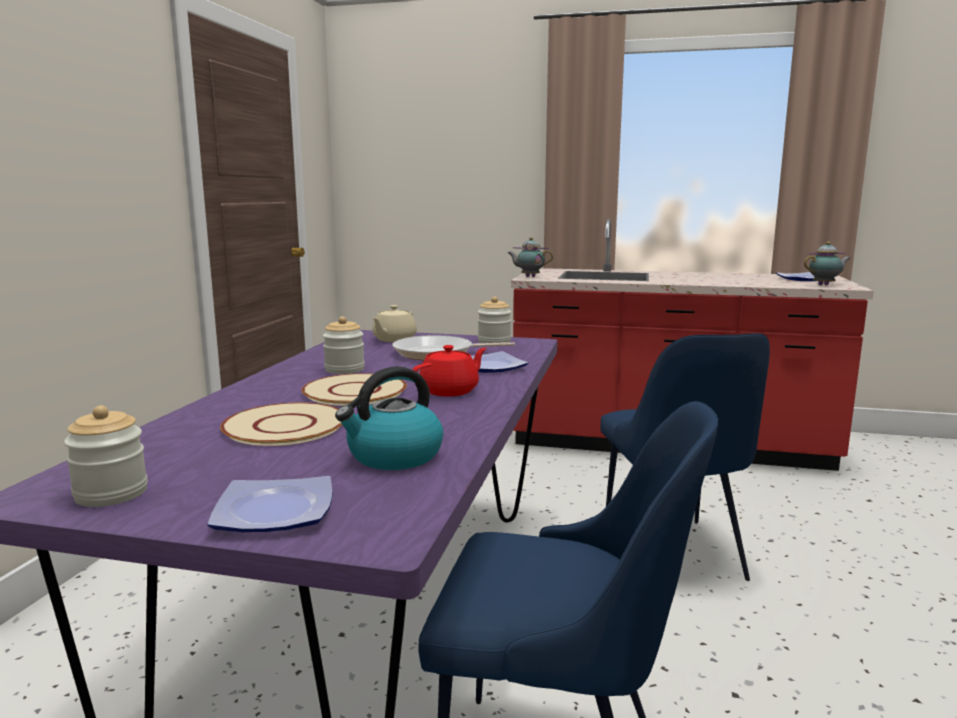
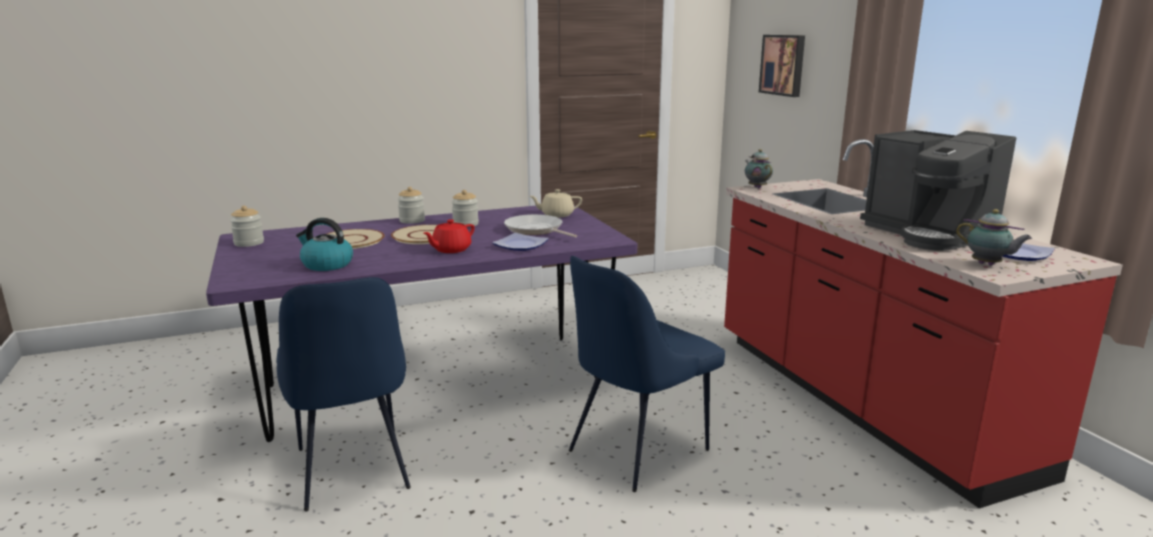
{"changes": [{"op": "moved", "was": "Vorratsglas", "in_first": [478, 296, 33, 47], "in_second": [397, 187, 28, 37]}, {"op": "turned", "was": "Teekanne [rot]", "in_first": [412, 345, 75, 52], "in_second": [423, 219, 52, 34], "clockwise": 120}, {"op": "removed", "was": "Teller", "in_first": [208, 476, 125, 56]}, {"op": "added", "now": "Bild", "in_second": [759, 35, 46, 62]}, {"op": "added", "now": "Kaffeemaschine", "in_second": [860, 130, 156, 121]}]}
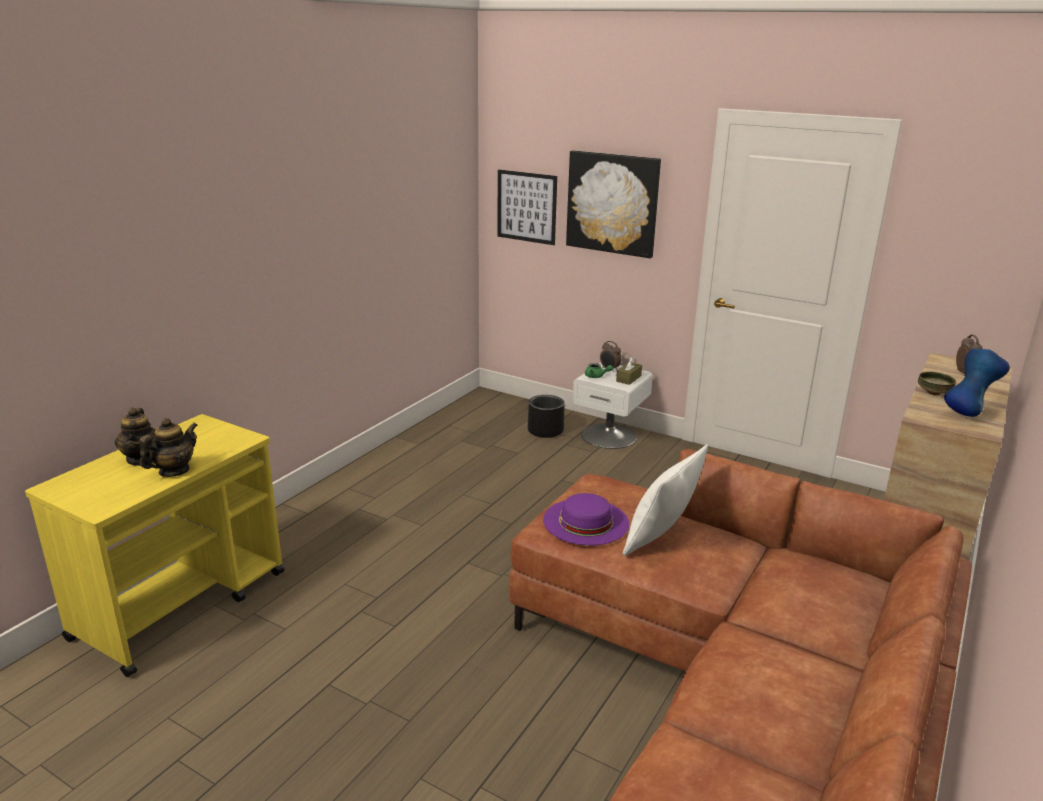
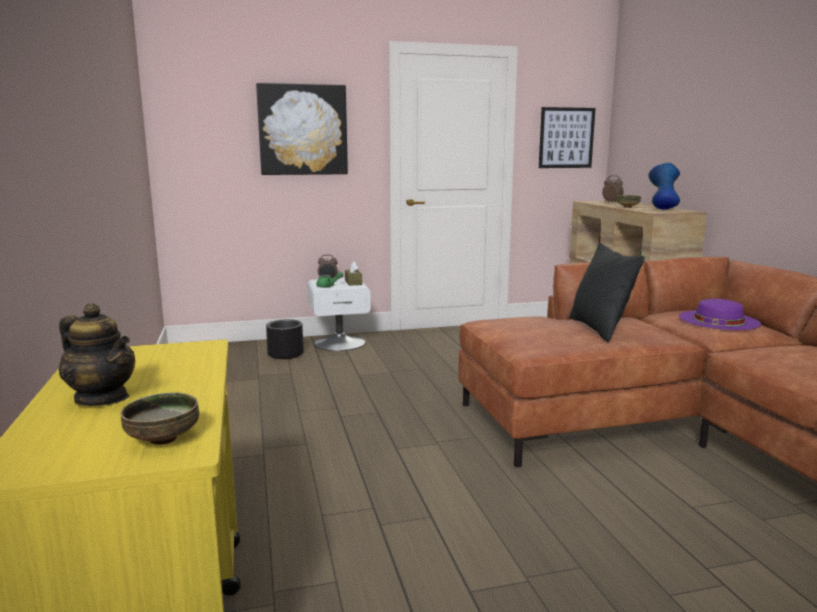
{"changes": [{"op": "moved", "was": "Bild", "in_first": [497, 170, 60, 75], "in_second": [539, 107, 56, 61]}, {"op": "removed", "was": "Teekanne", "in_first": [139, 418, 58, 59]}, {"op": "recoloured", "was": "Kissen [weiß]", "now": "Kissen [schwarz]", "in_first": [623, 444, 85, 112], "in_second": [569, 243, 76, 99]}, {"op": "moved", "was": "Hut [lila]", "in_first": [543, 493, 86, 53], "in_second": [679, 299, 82, 31]}, {"op": "added", "now": "Schüssel", "in_second": [120, 392, 79, 53]}]}
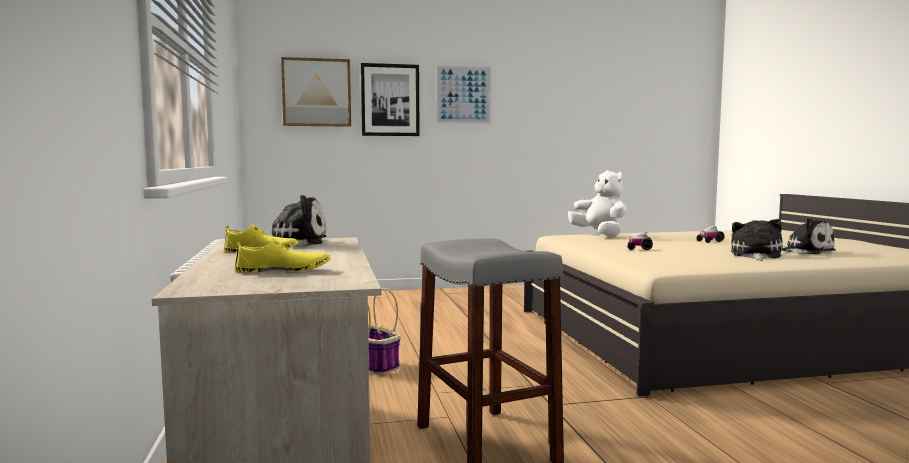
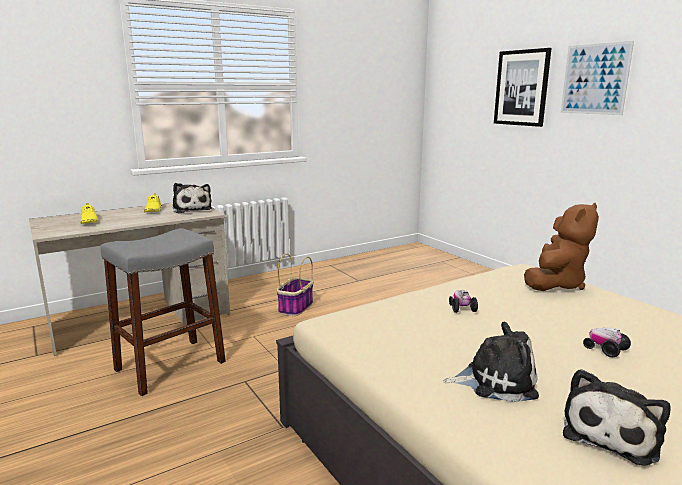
{"changes": [{"op": "removed", "was": "Bild", "in_first": [281, 57, 70, 70]}, {"op": "recoloured", "was": "Plüschtier [weiß]", "now": "Plüschtier [braun]", "in_first": [568, 170, 59, 67], "in_second": [524, 203, 75, 88]}]}
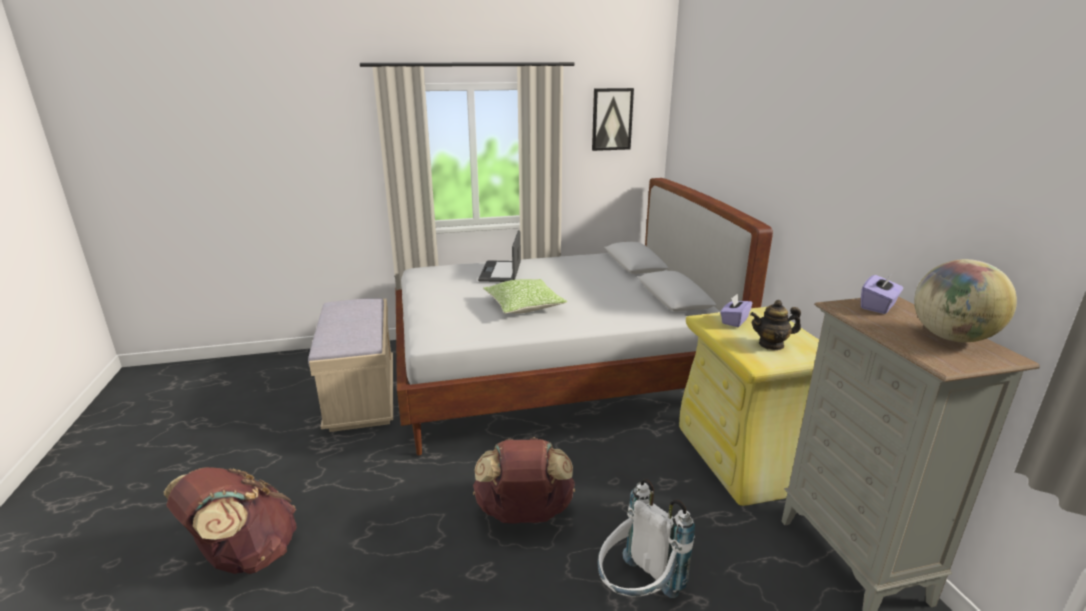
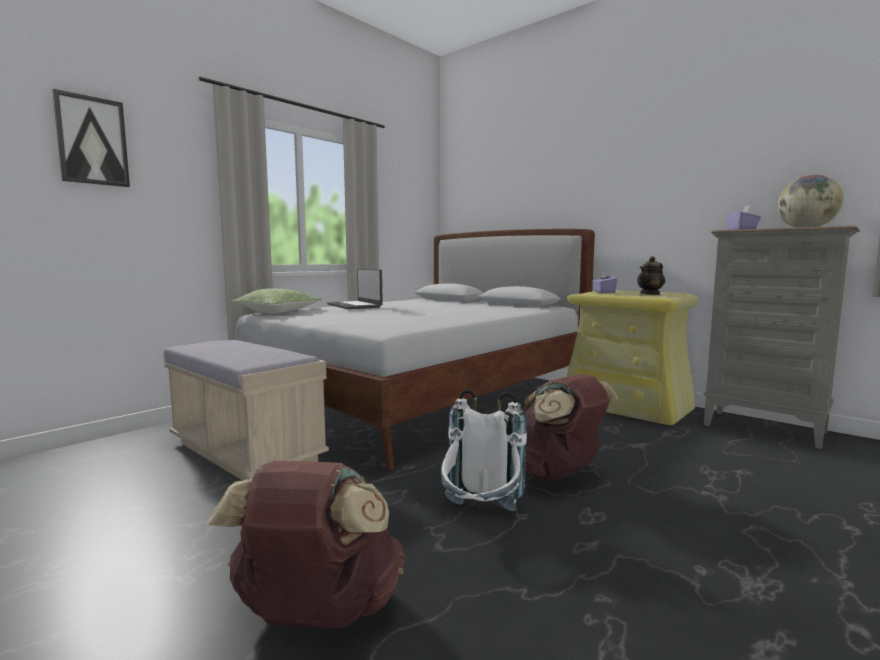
{"changes": [{"op": "moved", "was": "Bild", "in_first": [592, 88, 42, 63], "in_second": [52, 89, 78, 98]}, {"op": "moved", "was": "Kissen", "in_first": [483, 279, 84, 35], "in_second": [230, 288, 92, 25]}, {"op": "moved", "was": "Rucksack [weiß]", "in_first": [598, 479, 97, 119], "in_second": [441, 389, 86, 122]}]}
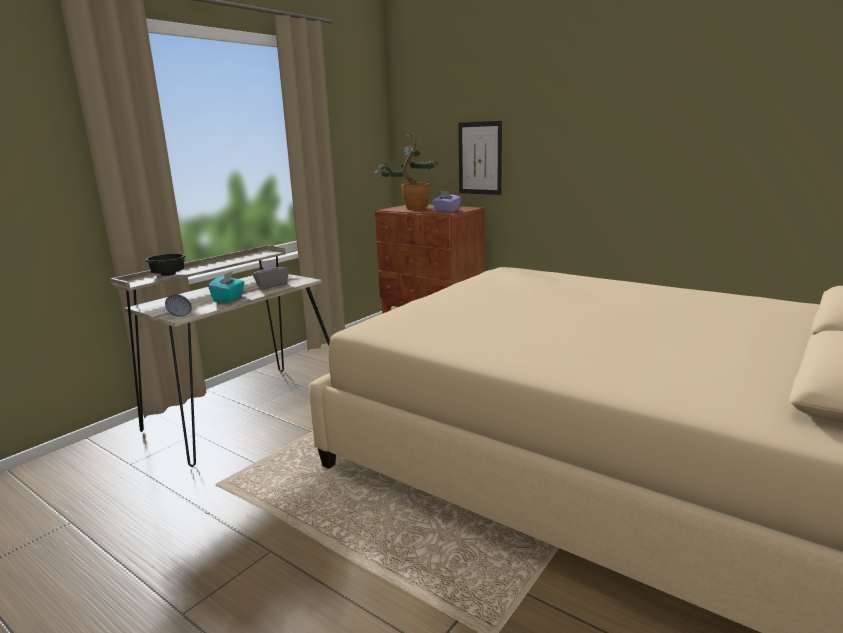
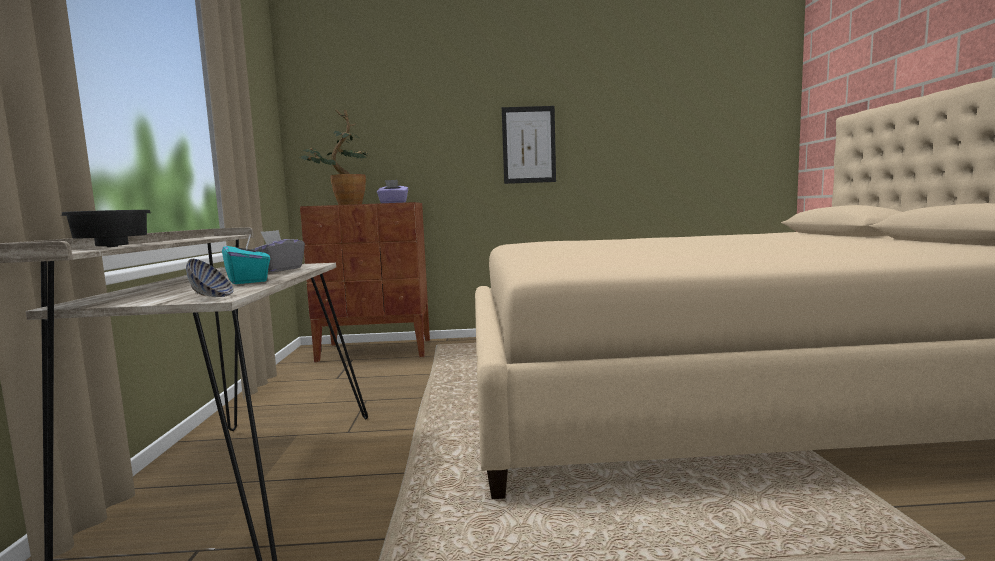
{"changes": [{"op": "moved", "was": "Bild", "in_first": [458, 121, 44, 74], "in_second": [502, 106, 54, 78]}]}
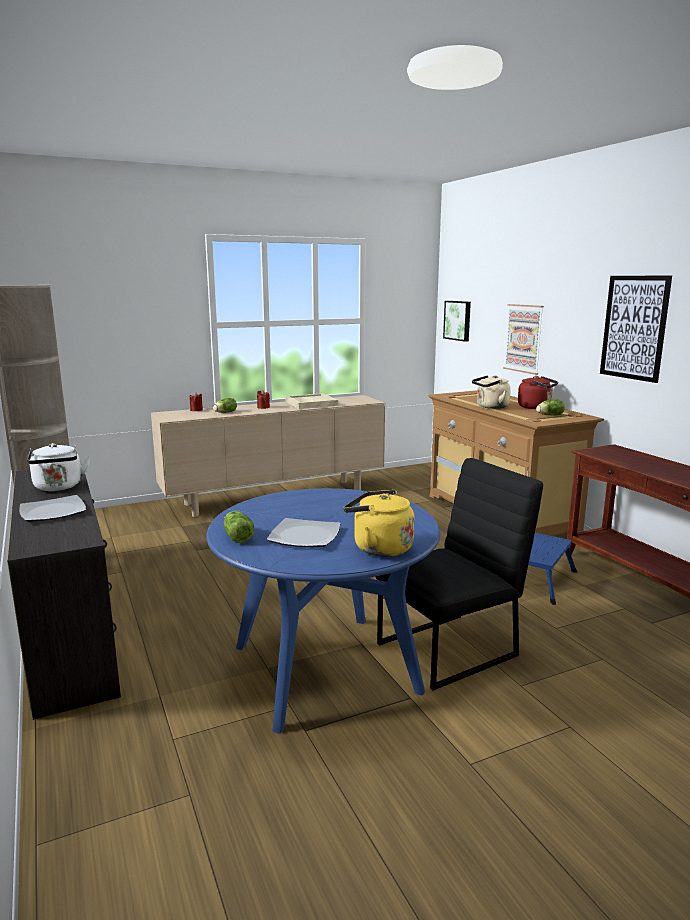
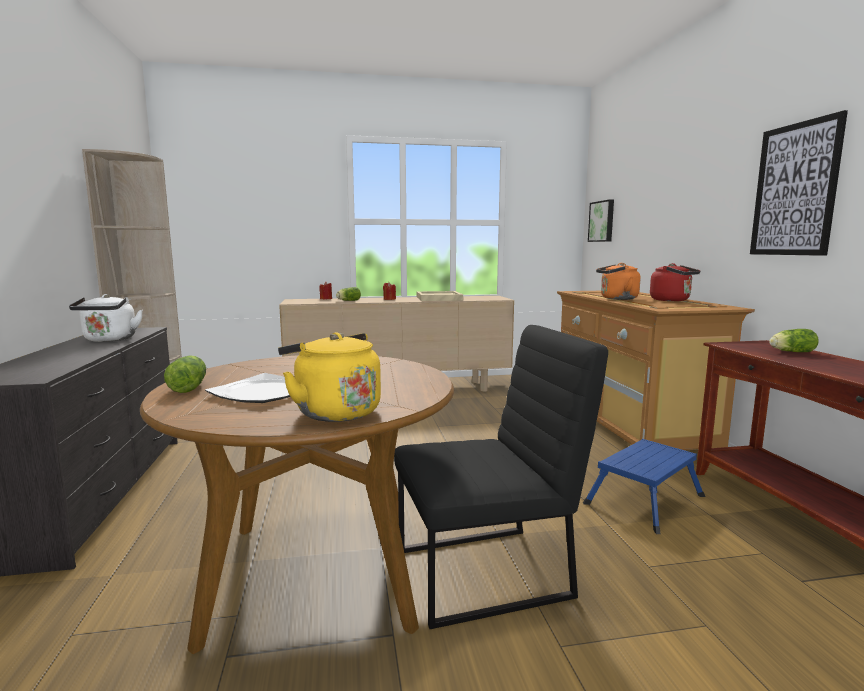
{"changes": [{"op": "removed", "was": "Bild", "in_first": [503, 304, 41, 71]}, {"op": "recoloured", "was": "Wasserkessel [beige]", "now": "Wasserkessel [orange]", "in_first": [472, 375, 39, 34], "in_second": [596, 263, 45, 37]}, {"op": "moved", "was": "Salatkopf", "in_first": [536, 399, 29, 16], "in_second": [769, 329, 50, 23]}, {"op": "recoloured", "was": "Esstisch [blau]", "now": "Esstisch [braun]", "in_first": [206, 488, 234, 246], "in_second": [140, 355, 314, 299]}, {"op": "removed", "was": "Teller", "in_first": [19, 495, 67, 27]}]}
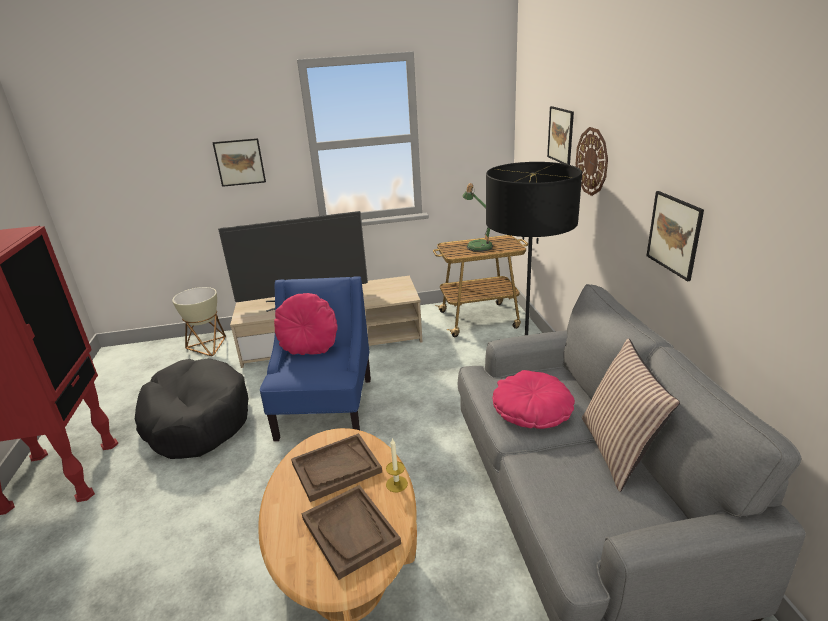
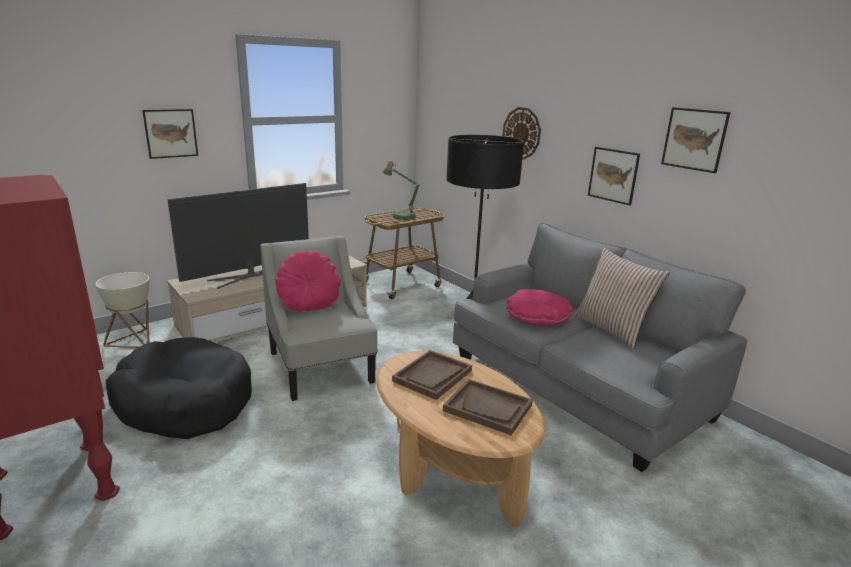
{"changes": [{"op": "moved", "was": "Bild", "in_first": [547, 106, 27, 59], "in_second": [661, 107, 70, 66]}, {"op": "recoloured", "was": "Sessel [blau]", "now": "Sessel [grau]", "in_first": [260, 276, 111, 166], "in_second": [260, 236, 118, 165]}, {"op": "removed", "was": "Kerze", "in_first": [386, 438, 22, 54]}]}
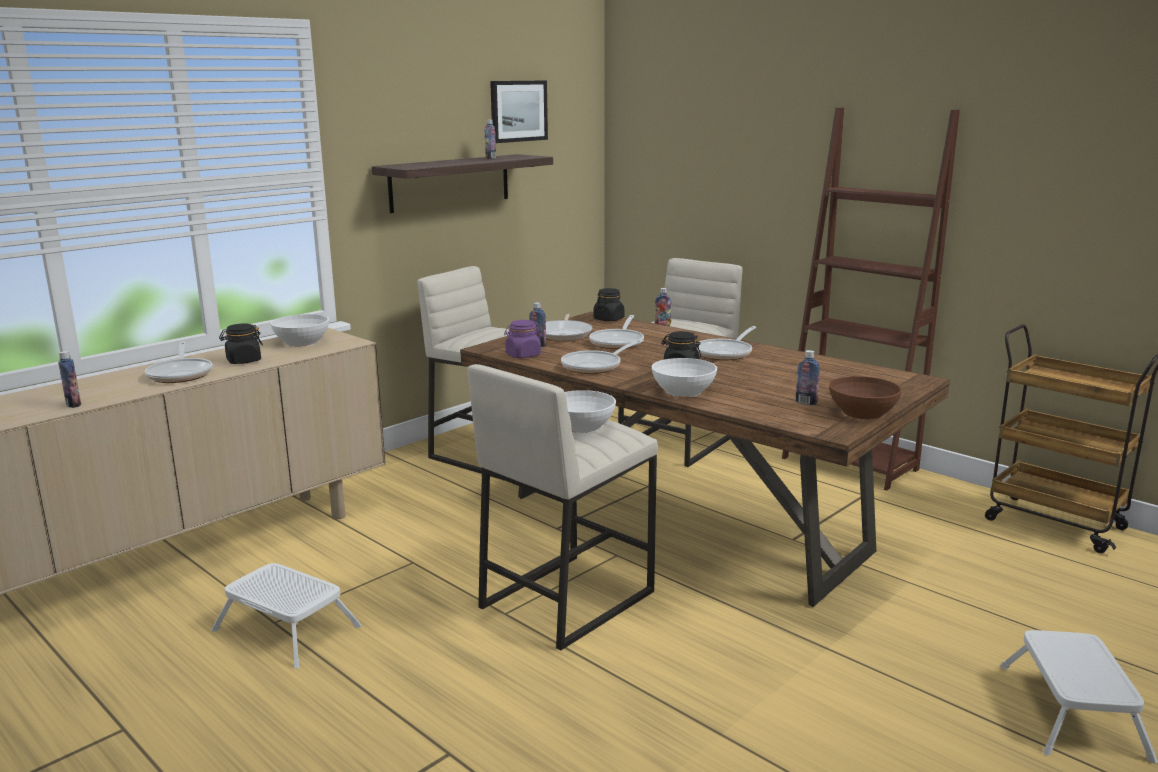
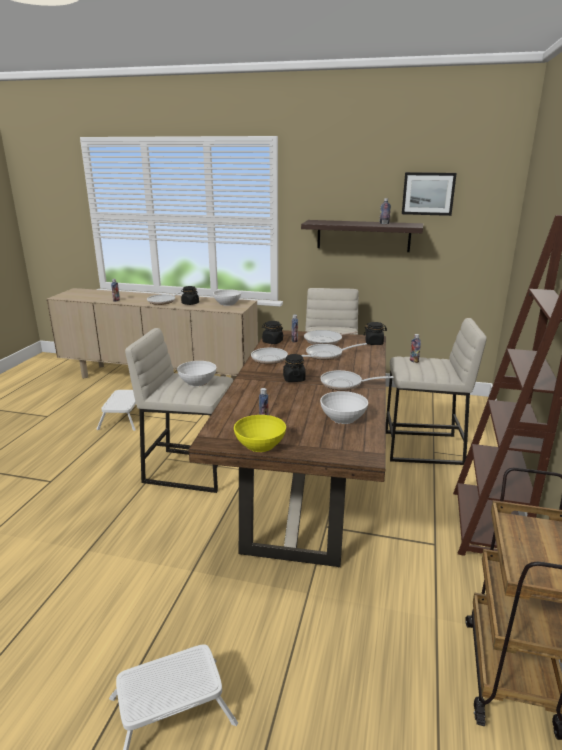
{"changes": [{"op": "recoloured", "was": "Vorratsglas [lila]", "now": "Vorratsglas [schwarz]", "in_first": [504, 320, 37, 38], "in_second": [262, 321, 21, 23]}, {"op": "moved", "was": "Schüssel [weiß]", "in_first": [652, 358, 65, 39], "in_second": [320, 391, 48, 33]}, {"op": "recoloured", "was": "Schüssel [braun]", "now": "Schüssel [gelb]", "in_first": [829, 376, 73, 43], "in_second": [234, 415, 52, 37]}]}
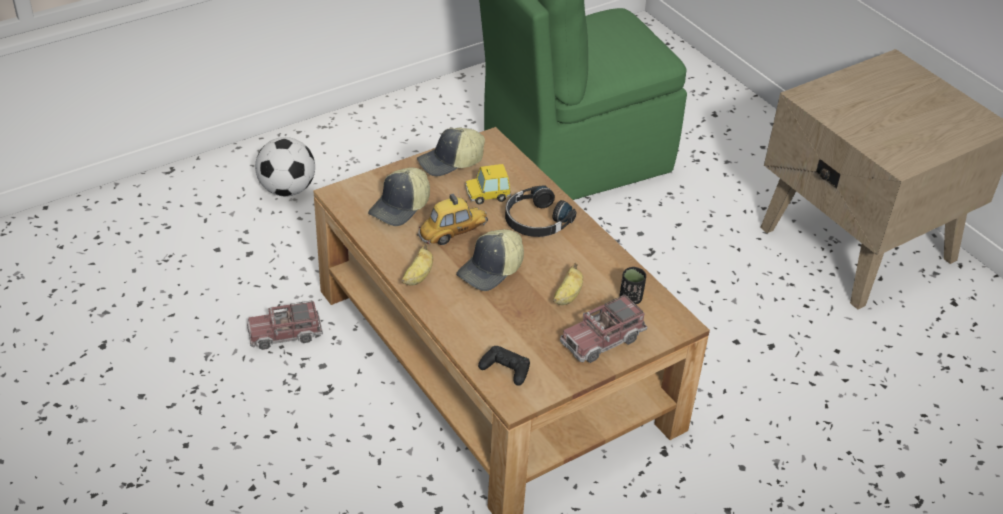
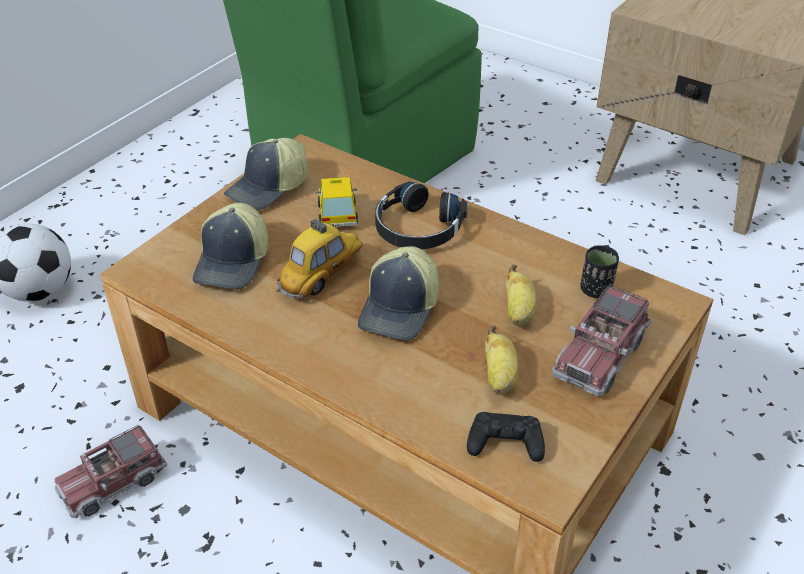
{"changes": [{"op": "turned", "was": "Spielzeugauto", "in_first": [465, 164, 46, 40], "in_second": [315, 177, 43, 50], "clockwise": 120}, {"op": "moved", "was": "Banane", "in_first": [401, 244, 32, 42], "in_second": [485, 325, 33, 70]}]}
